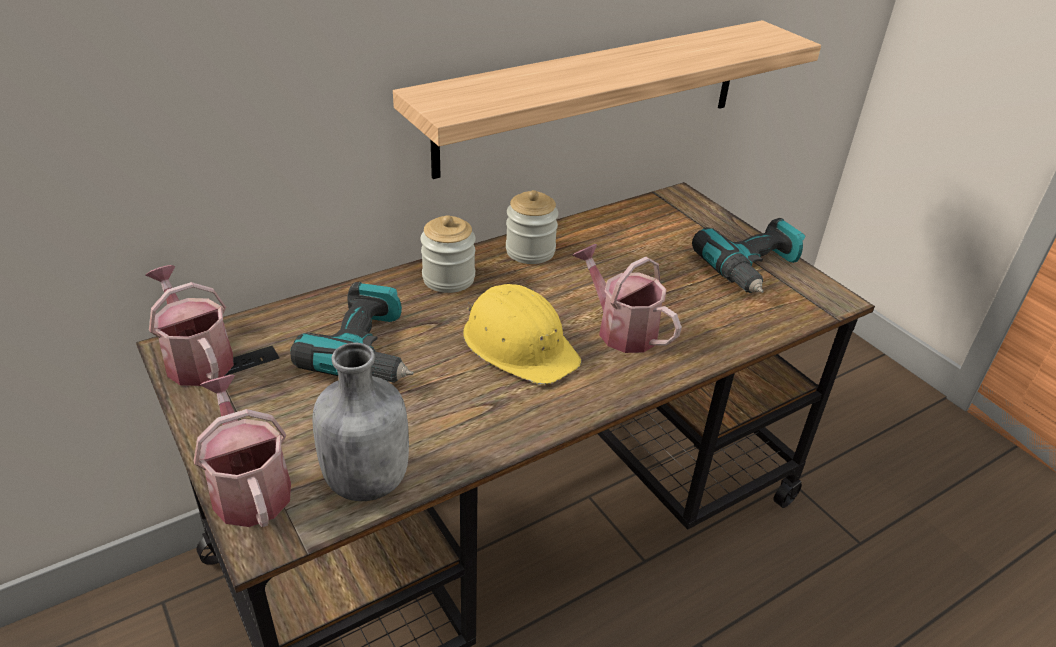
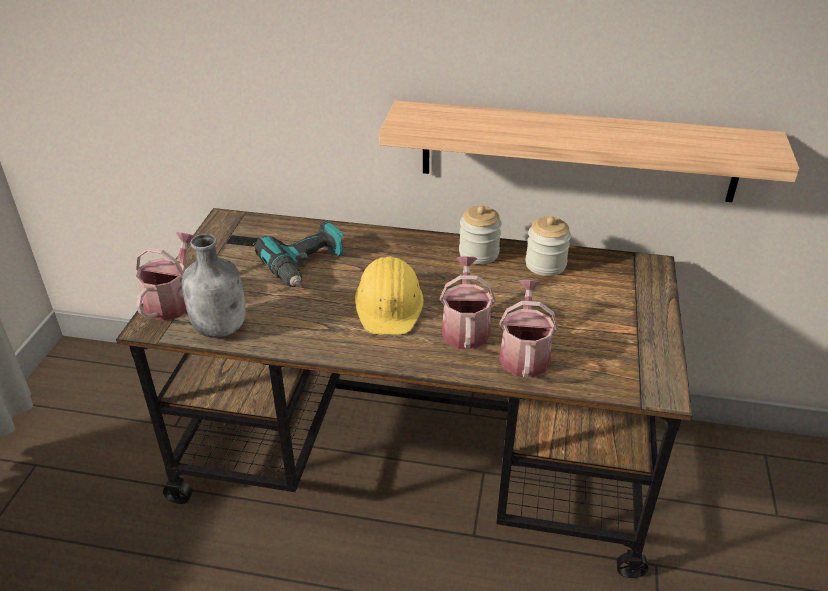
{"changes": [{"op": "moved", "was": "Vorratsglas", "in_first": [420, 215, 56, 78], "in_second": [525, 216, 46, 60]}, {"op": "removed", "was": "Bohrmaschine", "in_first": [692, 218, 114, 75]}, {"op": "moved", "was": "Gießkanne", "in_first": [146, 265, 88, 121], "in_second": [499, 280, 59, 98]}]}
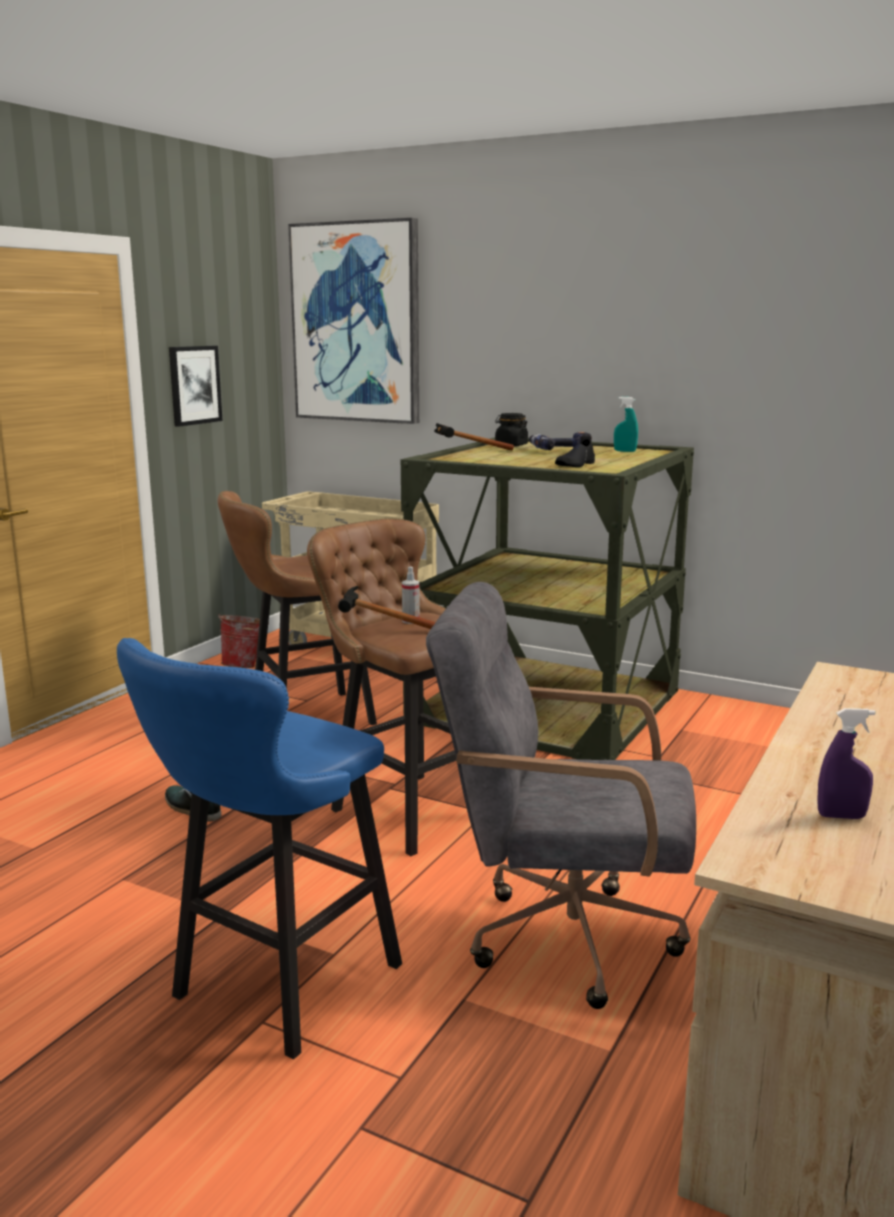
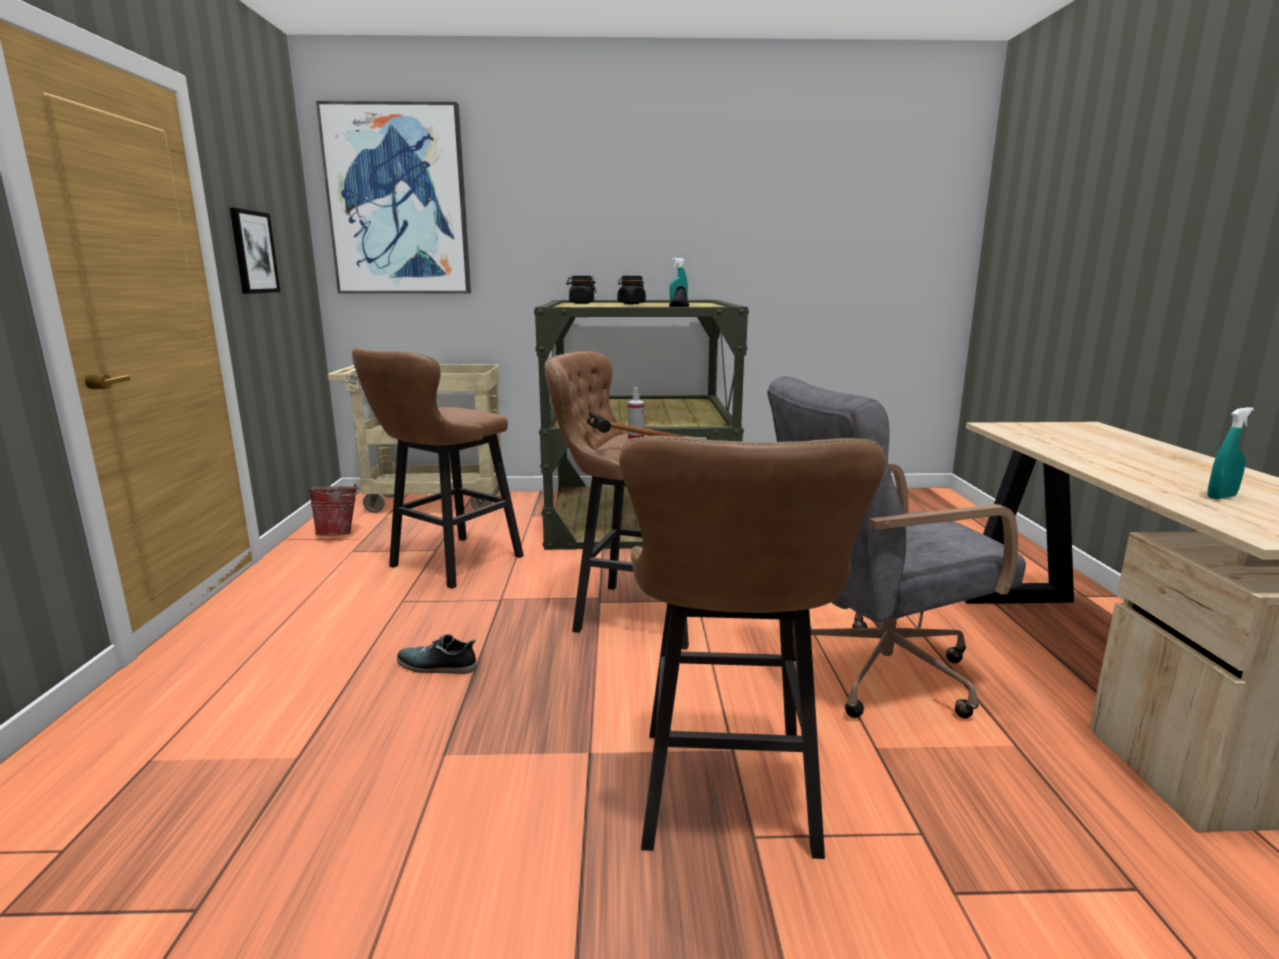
{"changes": [{"op": "removed", "was": "Hammer", "in_first": [434, 423, 80, 28]}, {"op": "replaced", "was": "Bohrmaschine", "now": "Vorratsglas [schwarz]", "in_first": [529, 432, 63, 18], "in_second": [617, 276, 29, 28]}, {"op": "recoloured", "was": "Hocker [blau]", "now": "Hocker [braun]", "in_first": [117, 638, 285, 421], "in_second": [619, 436, 267, 423]}, {"op": "recoloured", "was": "Sprühflasche [lila]", "now": "Sprühflasche [türkis]", "in_first": [817, 708, 58, 111], "in_second": [1207, 407, 47, 92]}]}
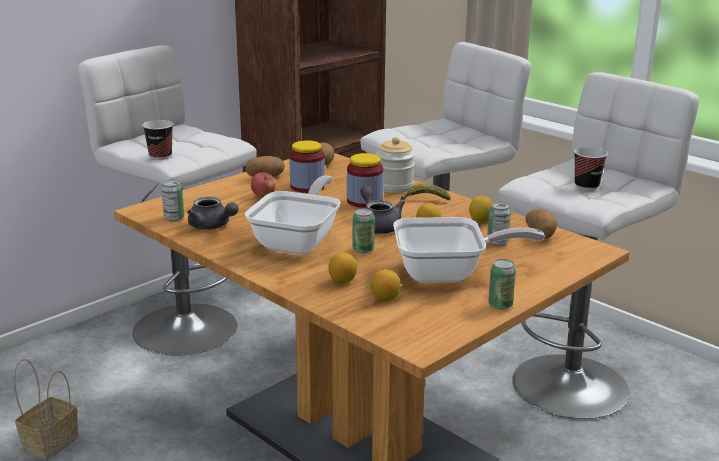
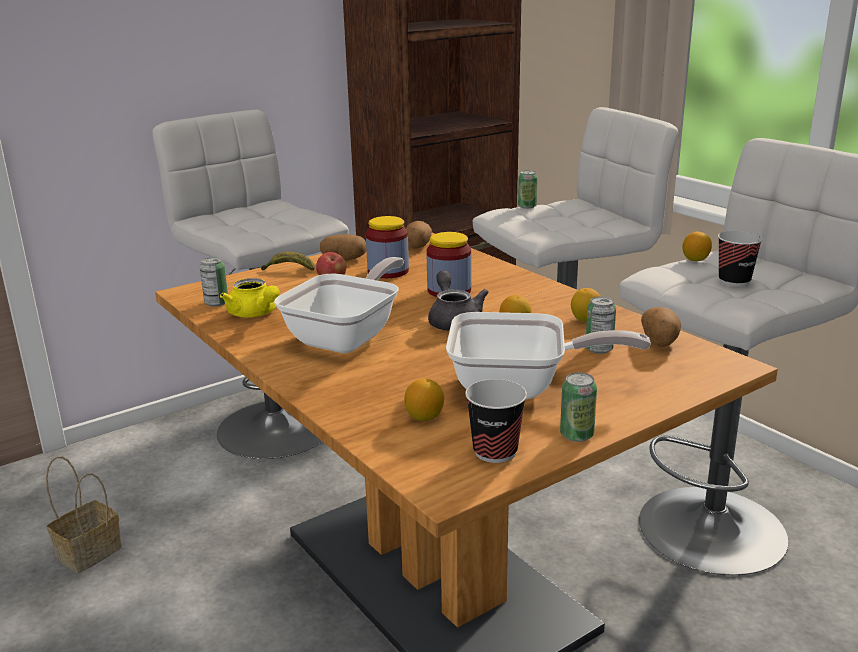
{"changes": [{"op": "moved", "was": "Tasse", "in_first": [142, 120, 31, 40], "in_second": [465, 379, 62, 84]}, {"op": "removed", "was": "Vorratsglas", "in_first": [376, 137, 39, 56]}, {"op": "moved", "was": "Banane", "in_first": [401, 184, 49, 16], "in_second": [261, 252, 54, 19]}, {"op": "recoloured", "was": "Teekanne [grau]", "now": "Teekanne [gelb]", "in_first": [187, 197, 52, 33], "in_second": [220, 278, 60, 39]}, {"op": "moved", "was": "Dose", "in_first": [353, 208, 22, 45], "in_second": [518, 170, 20, 39]}, {"op": "moved", "was": "Zitrone", "in_first": [328, 252, 29, 31], "in_second": [682, 232, 30, 29]}]}
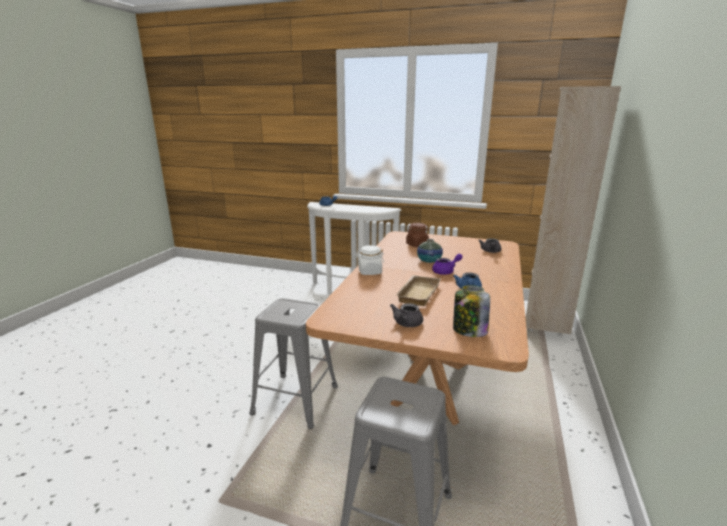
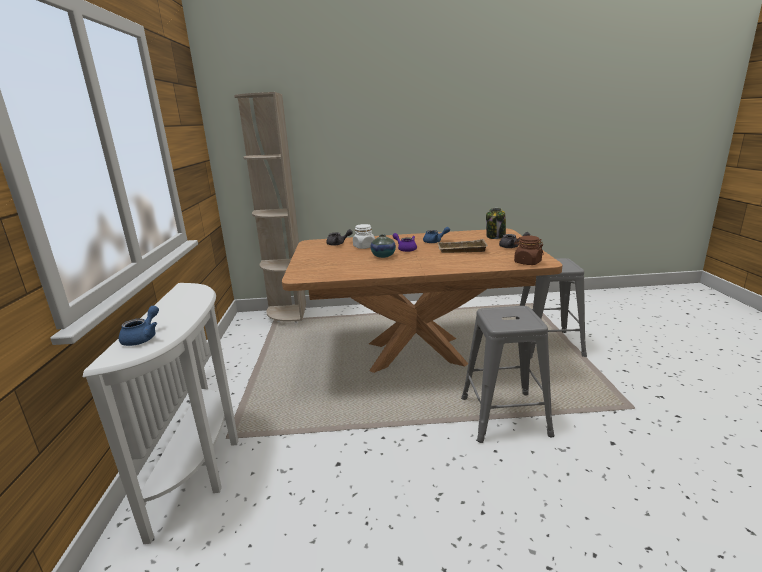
{"changes": [{"op": "moved", "was": "Vorratsglas [braun]", "in_first": [406, 223, 23, 24], "in_second": [514, 236, 30, 29]}, {"op": "moved", "was": "Vorratsglas [weiß]", "in_first": [356, 245, 28, 30], "in_second": [353, 224, 22, 25]}]}
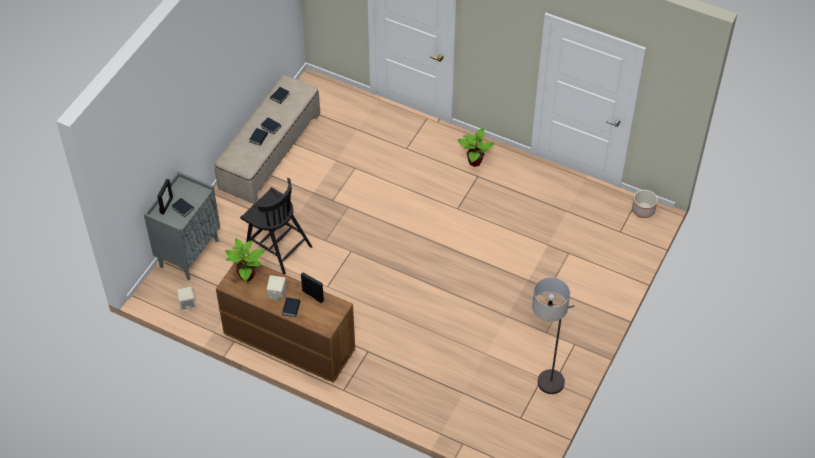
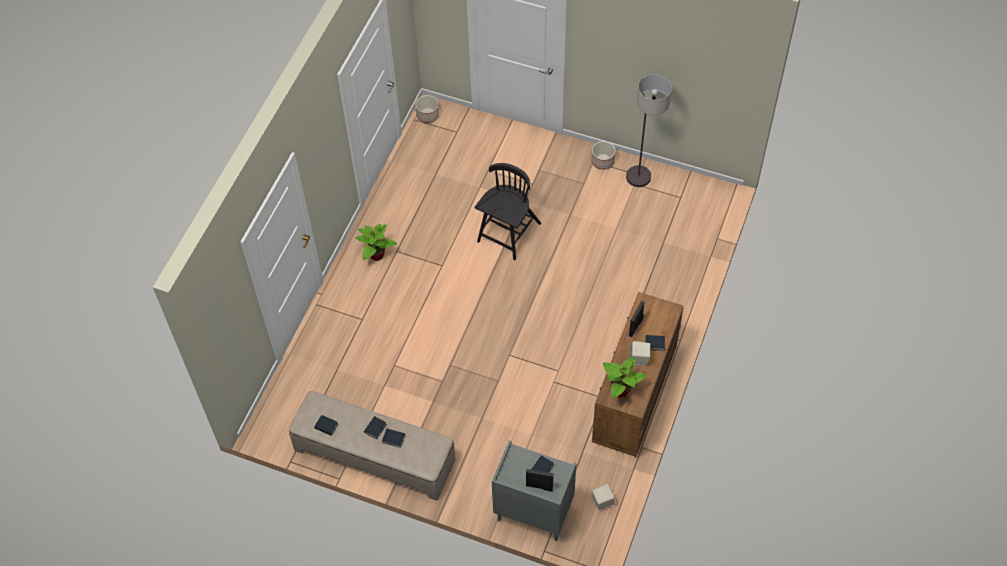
{"changes": [{"op": "moved", "was": "Stuhl [schwarz]", "in_first": [240, 177, 72, 97], "in_second": [475, 163, 66, 97]}, {"op": "added", "now": "Pflanzkübel", "in_second": [591, 141, 25, 29]}]}
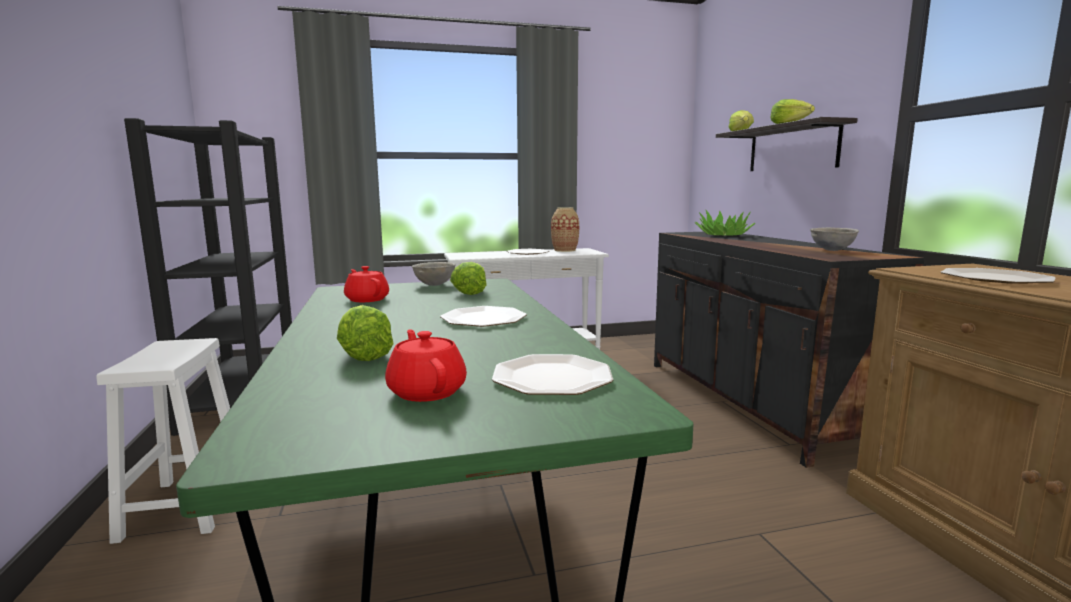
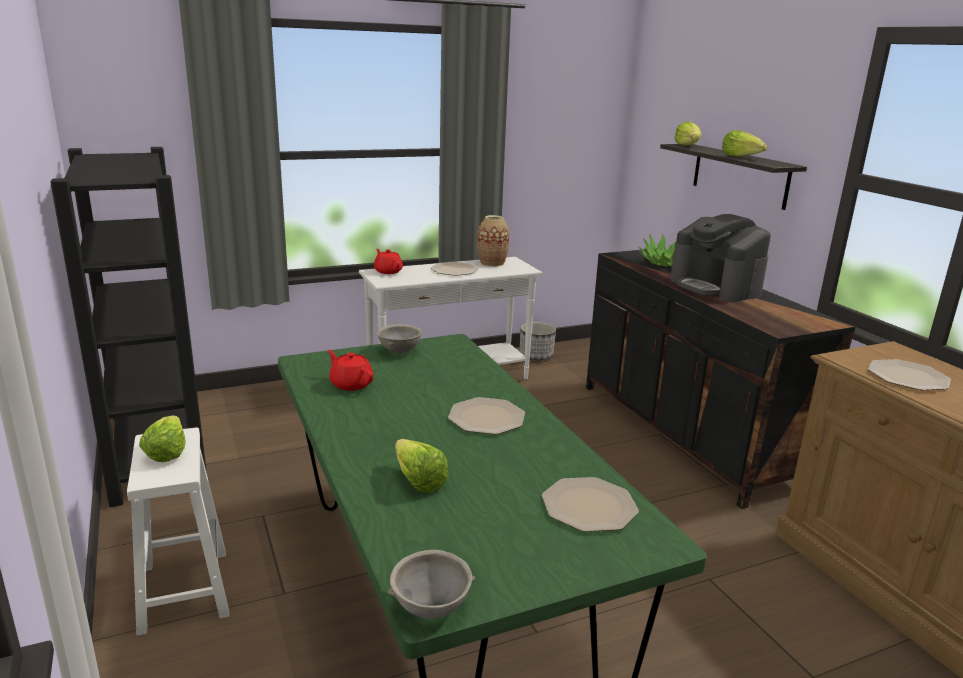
{"changes": [{"op": "moved", "was": "Schüssel [grau]", "in_first": [810, 227, 49, 24], "in_second": [388, 550, 87, 69]}, {"op": "moved", "was": "Salatkopf", "in_first": [450, 262, 36, 33], "in_second": [139, 415, 47, 47]}, {"op": "moved", "was": "Teekanne [rot]", "in_first": [385, 329, 82, 73], "in_second": [374, 249, 29, 25]}, {"op": "added", "now": "Kaffeemaschine", "in_second": [670, 214, 101, 88]}, {"op": "added", "now": "Pflanzkübel", "in_second": [520, 322, 36, 38]}]}
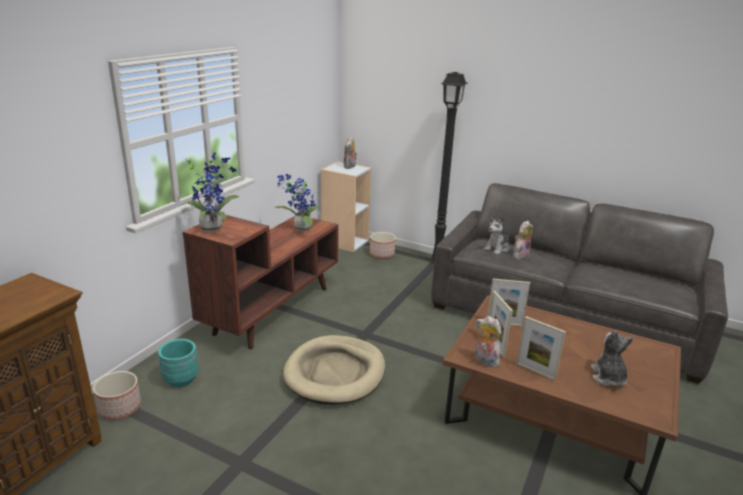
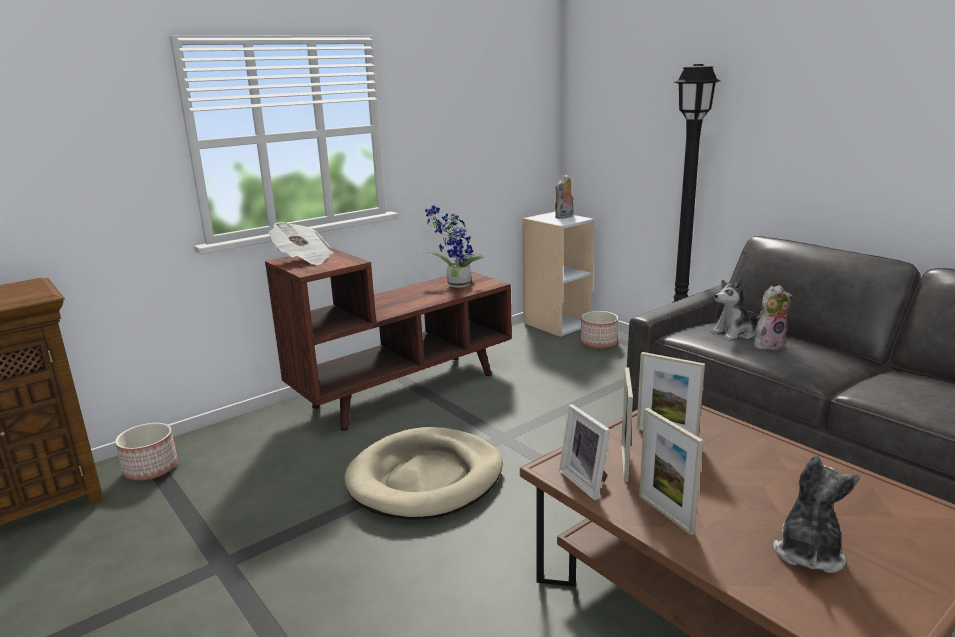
{"changes": [{"op": "replaced", "was": "Topfpflanze", "now": "Zeitung", "in_first": [182, 152, 57, 80], "in_second": [268, 222, 66, 43]}, {"op": "replaced", "was": "Plüschtier", "now": "Bilderrahmen", "in_first": [475, 316, 27, 51], "in_second": [559, 404, 51, 96]}, {"op": "removed", "was": "Pflanzkübel [türkis]", "in_first": [158, 339, 41, 48]}]}
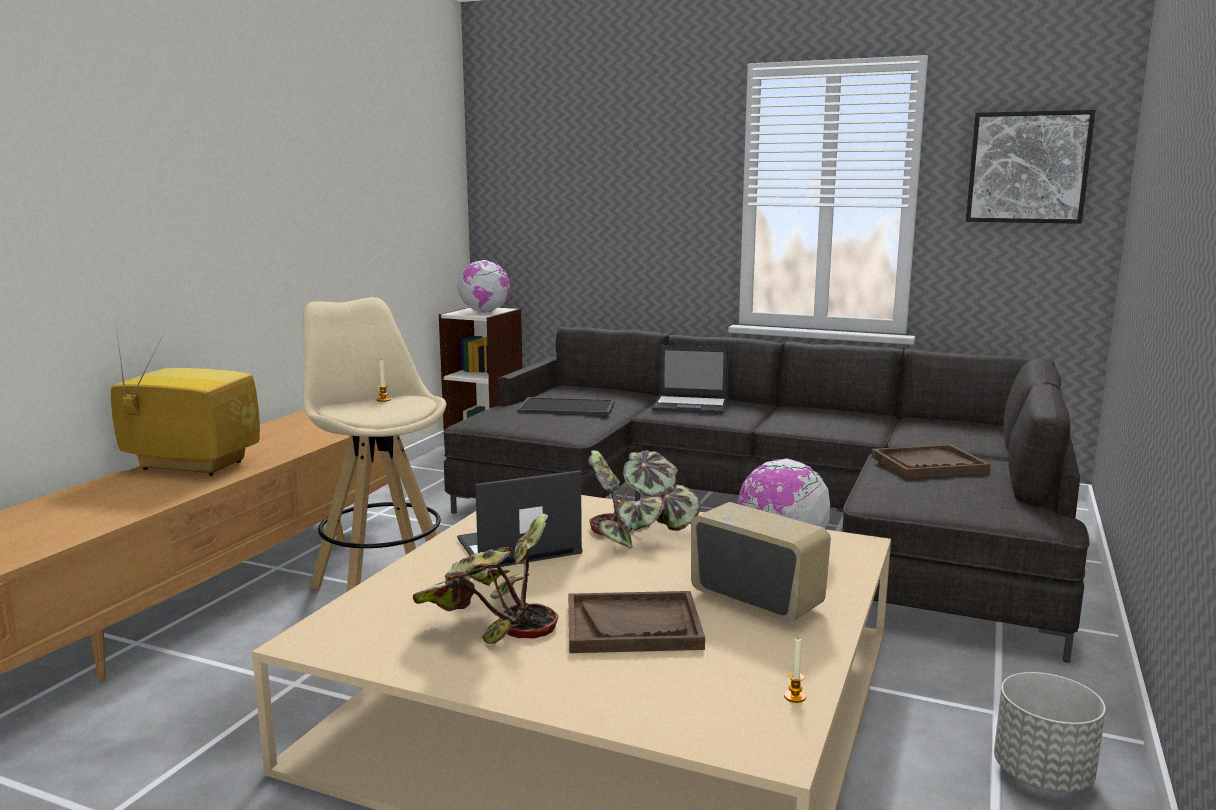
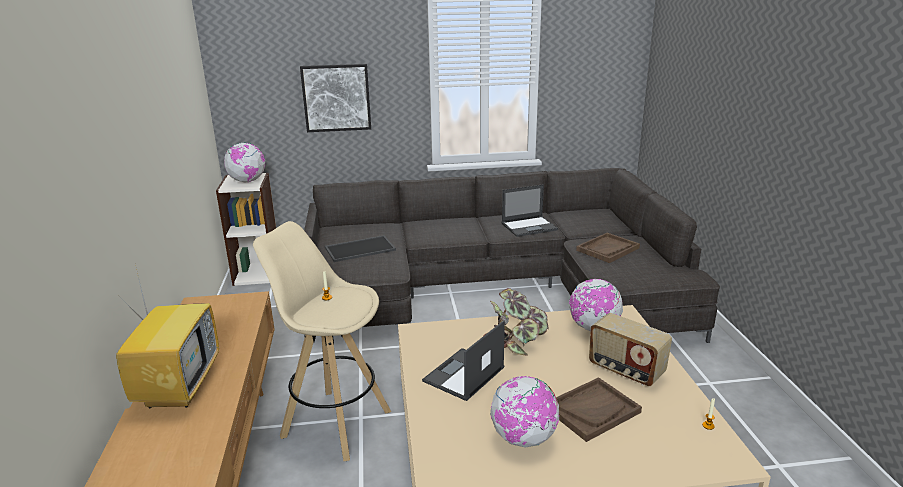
{"changes": [{"op": "moved", "was": "Bild", "in_first": [966, 110, 129, 114], "in_second": [300, 64, 71, 68]}, {"op": "turned", "was": "Fernseher", "in_first": [111, 319, 149, 157], "in_second": [116, 269, 103, 139], "clockwise": 105}, {"op": "moved", "was": "Laptop", "in_first": [652, 345, 77, 69], "in_second": [502, 184, 56, 53]}, {"op": "turned", "was": "Radio", "in_first": [691, 502, 140, 120], "in_second": [589, 313, 83, 73], "clockwise": -150}, {"op": "replaced", "was": "Topfpflanze", "now": "Globus", "in_first": [413, 514, 146, 130], "in_second": [490, 376, 69, 71]}, {"op": "removed", "was": "Pflanzkübel [grau]", "in_first": [994, 672, 112, 120]}]}
